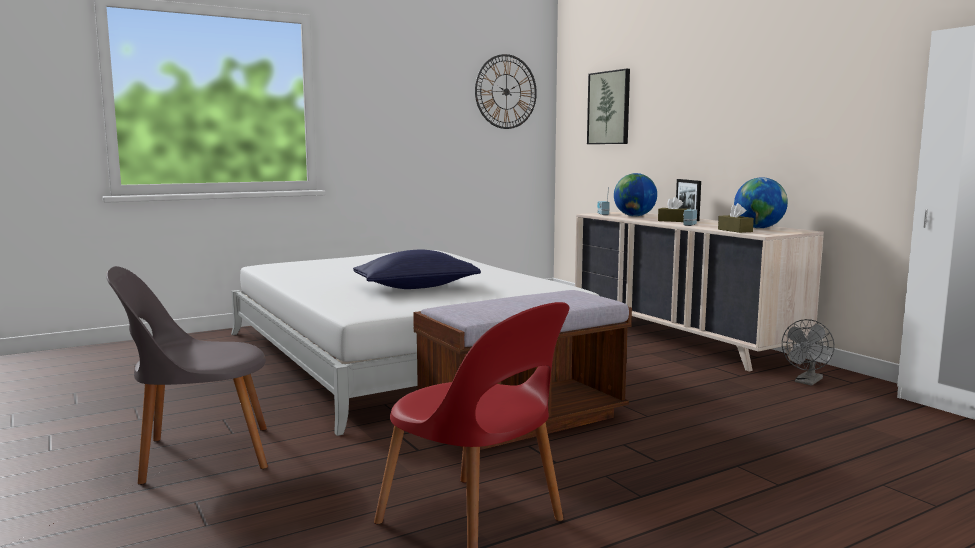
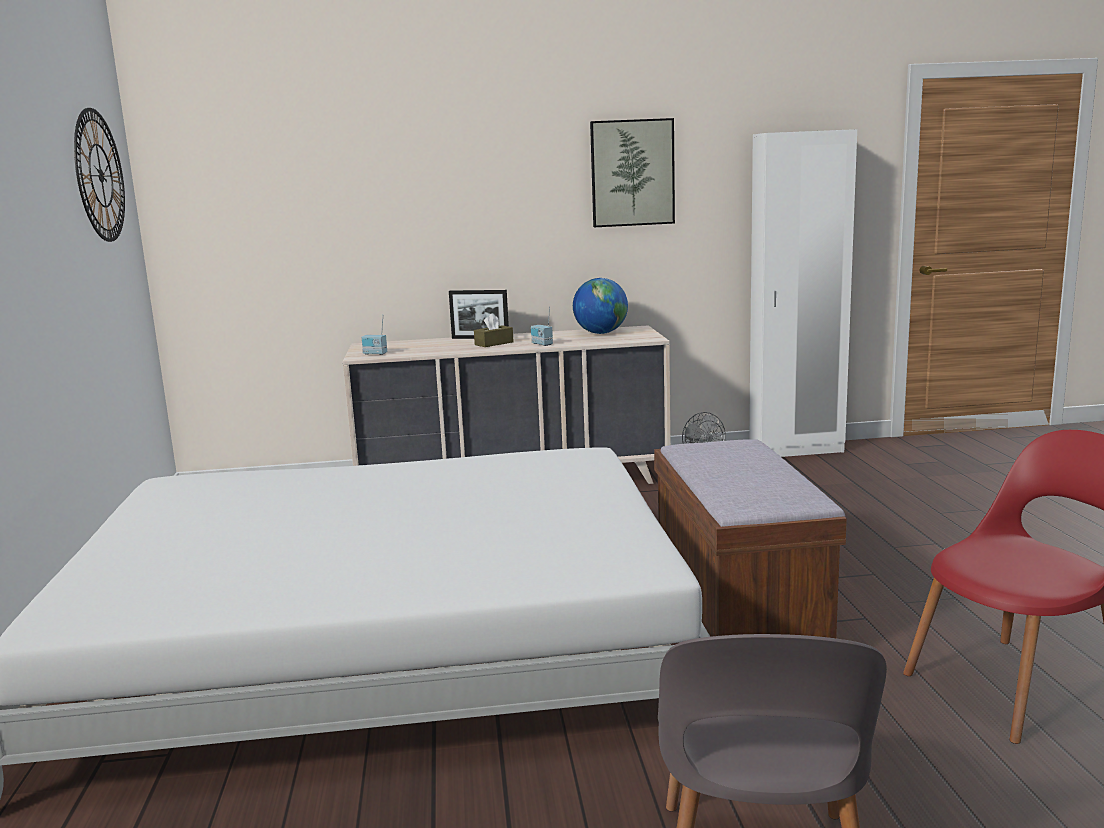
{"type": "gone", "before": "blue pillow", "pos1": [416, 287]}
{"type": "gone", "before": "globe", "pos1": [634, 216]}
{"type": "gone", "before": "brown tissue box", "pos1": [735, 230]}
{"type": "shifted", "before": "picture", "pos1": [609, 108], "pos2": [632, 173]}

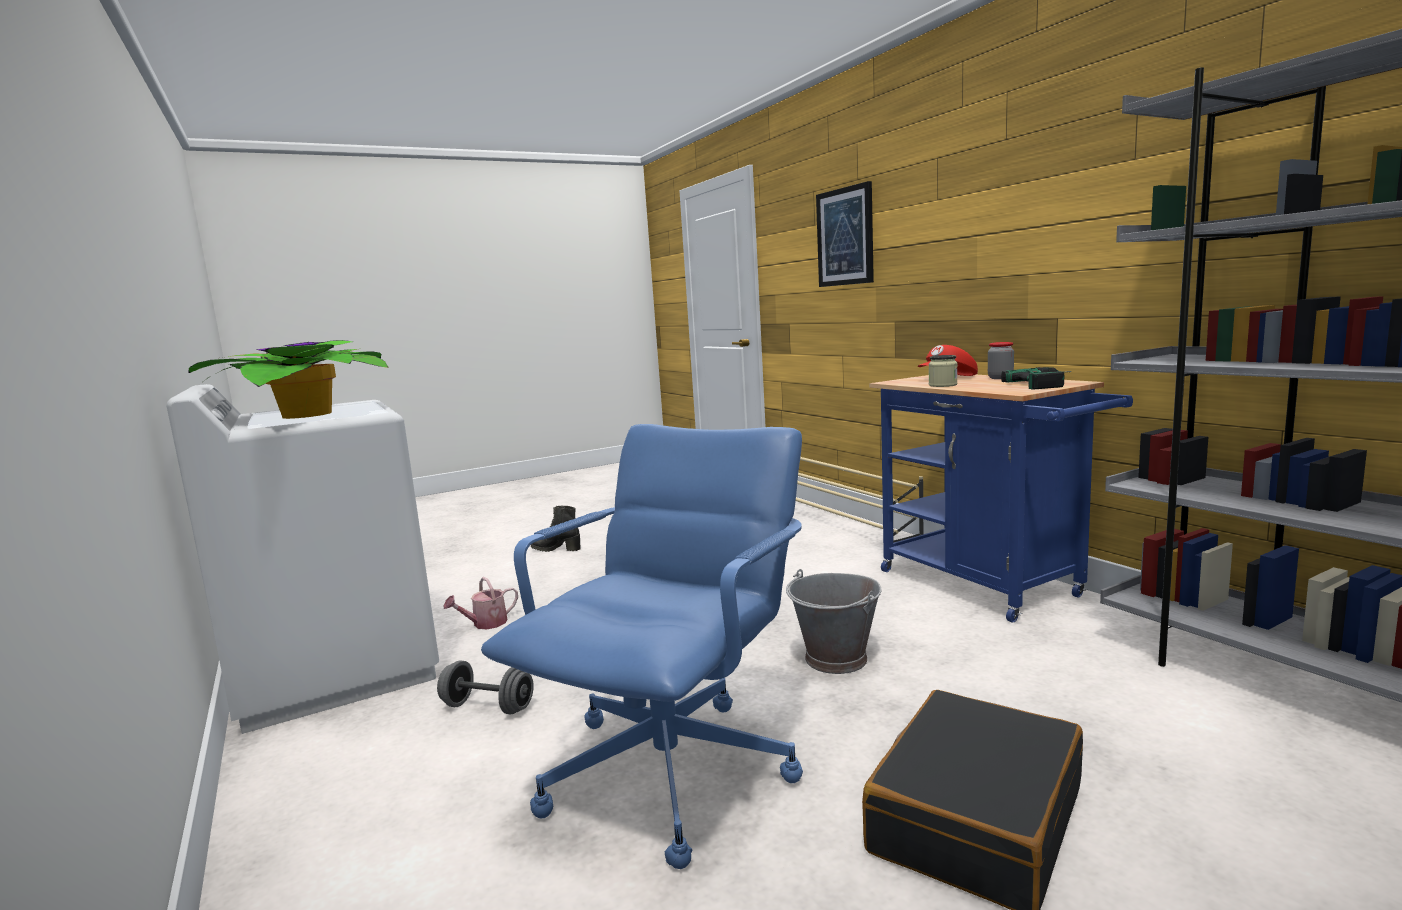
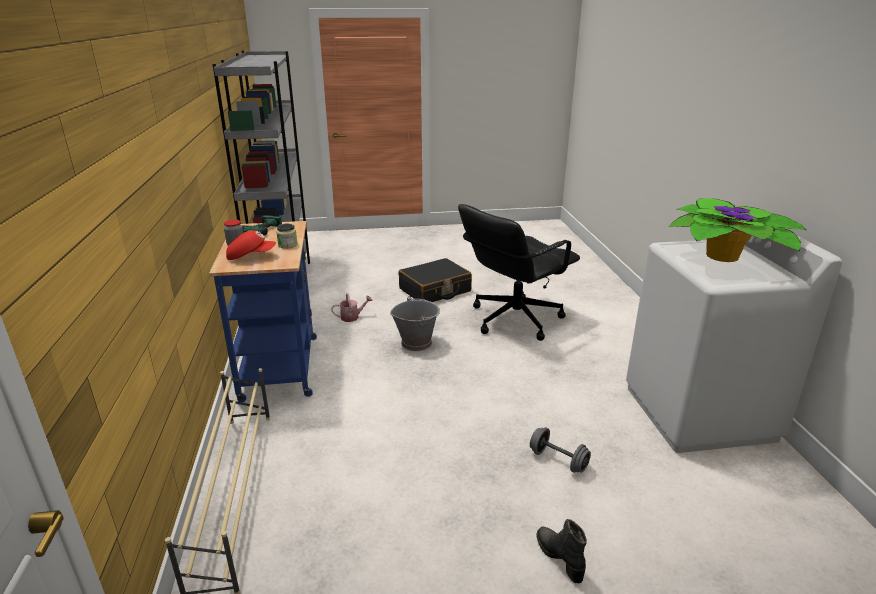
{"type": "gone", "before": "picture", "pos1": [845, 237]}
{"type": "shifted", "before": "grey dumbbell", "pos1": [488, 707], "pos2": [558, 460]}
{"type": "shifted", "before": "watering can", "pos1": [485, 624], "pos2": [352, 317]}
{"type": "repainted", "before": "blue office chair", "after": "black office chair", "pos1": [672, 772], "pos2": [514, 319]}
{"type": "rotated", "before": "black boot", "pos1": [556, 549], "pos2": [560, 558], "turn": -150}

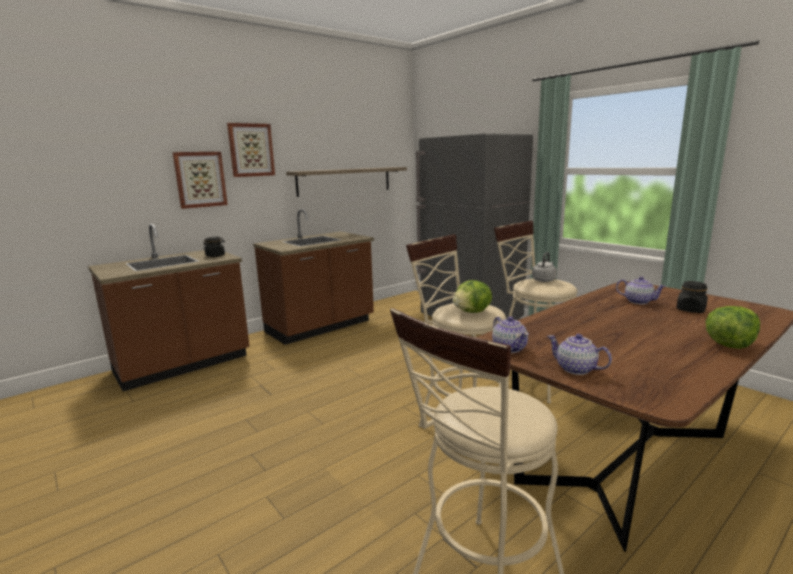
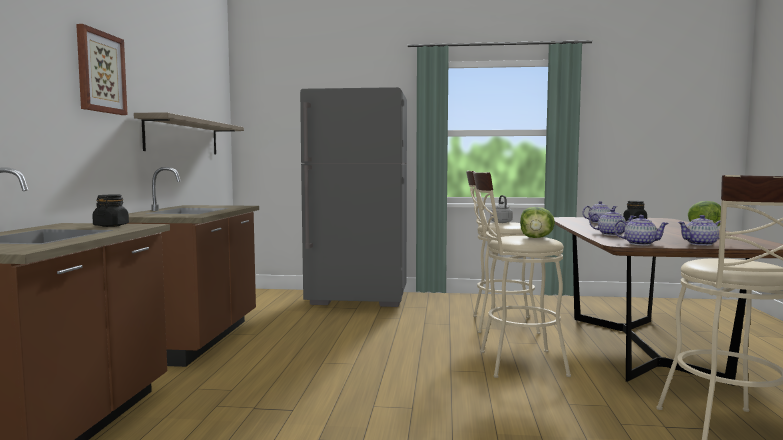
{"type": "gone", "before": "picture", "pos1": [200, 179]}
{"type": "new", "after": "teapot", "pos2": [611, 234]}

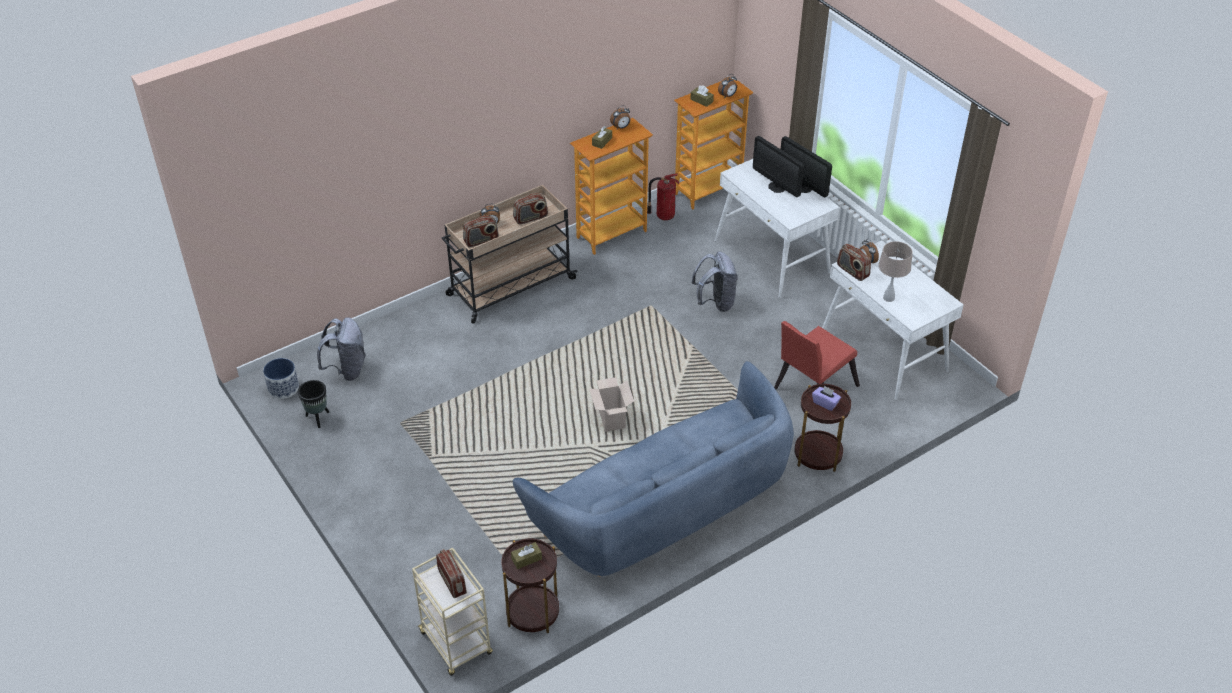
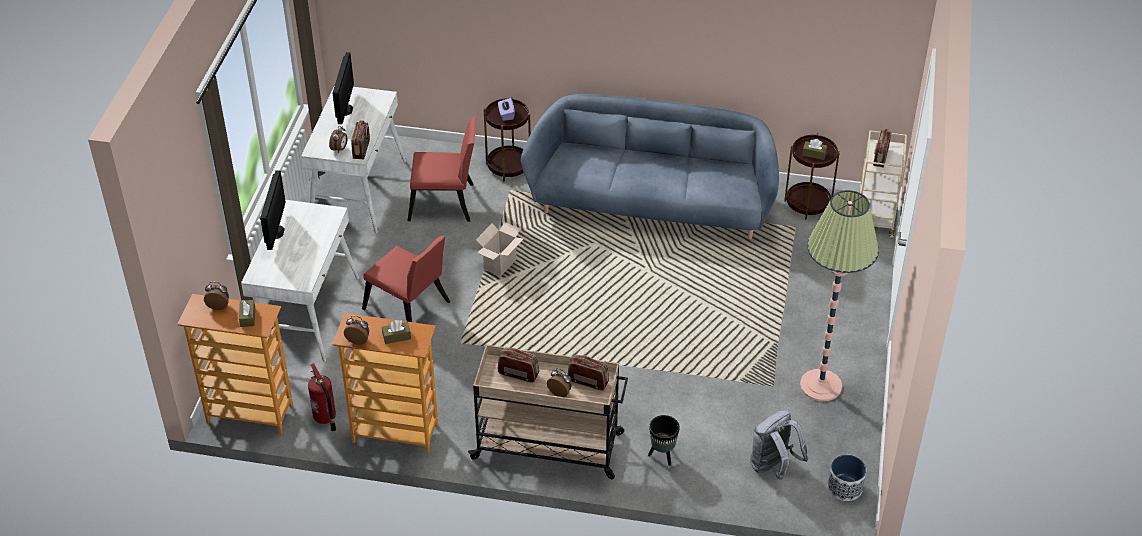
{"type": "gone", "before": "beige table lamp", "pos1": [889, 297]}
{"type": "new", "after": "floor lamp", "pos2": [820, 385]}
{"type": "shifted", "before": "black planter", "pos1": [318, 418], "pos2": [662, 456]}
{"type": "shifted", "before": "cardboard box", "pos1": [611, 419], "pos2": [500, 265]}
{"type": "shifted", "before": "monitor", "pos1": [777, 187], "pos2": [344, 110]}
{"type": "swapped", "before": "grey backpack", "after": "red chair", "pos1": [715, 302], "pos2": [409, 309]}

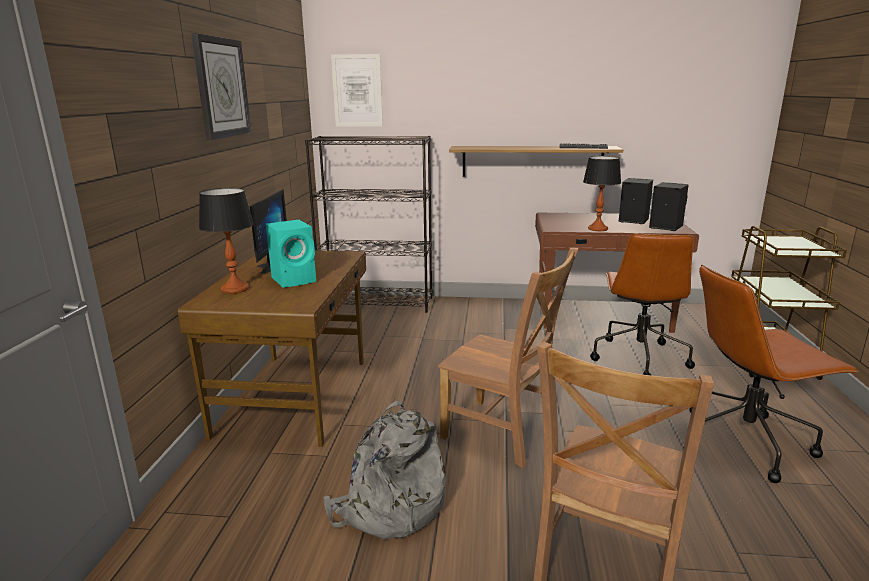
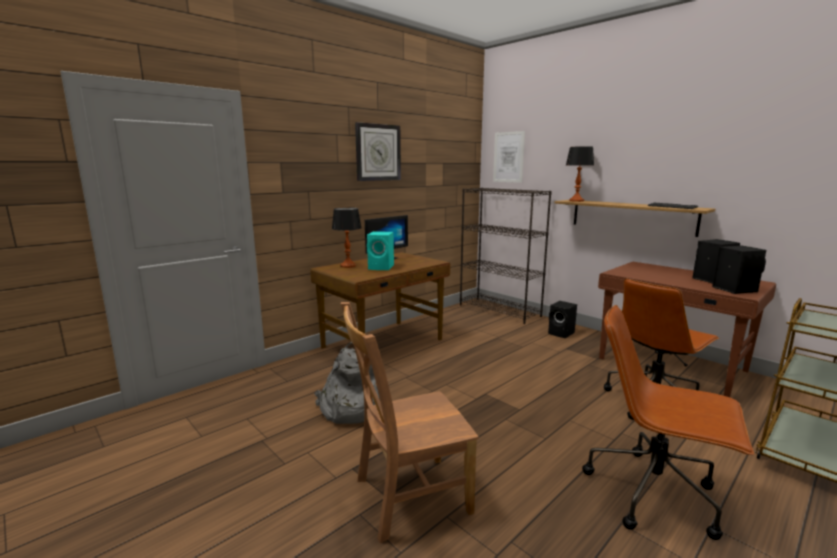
{"type": "gone", "before": "brown chair", "pos1": [503, 433]}
{"type": "new", "after": "black speaker", "pos2": [562, 333]}
{"type": "shifted", "before": "table lamp", "pos1": [598, 229], "pos2": [576, 201]}

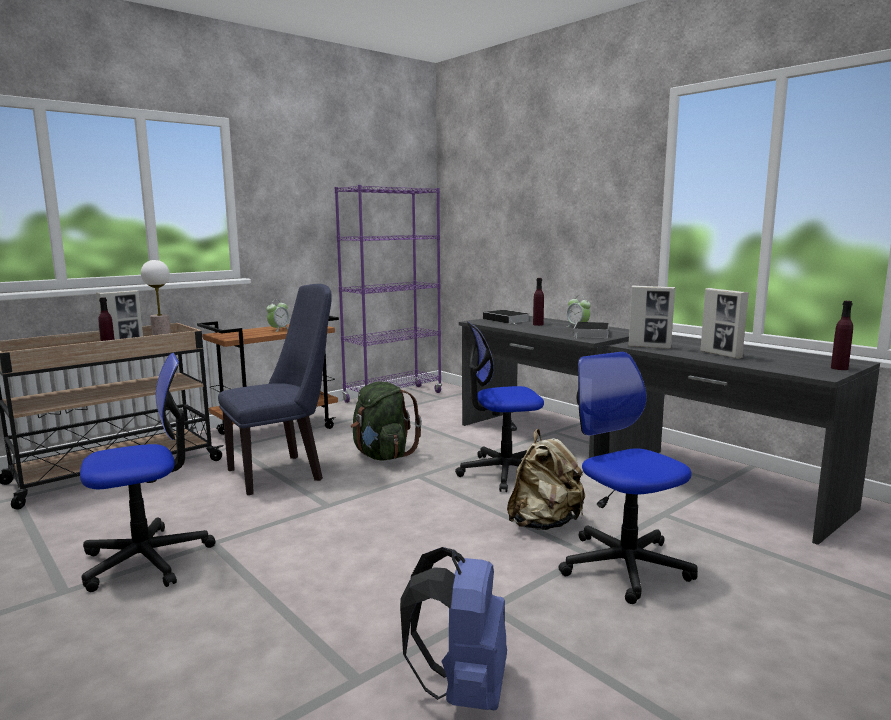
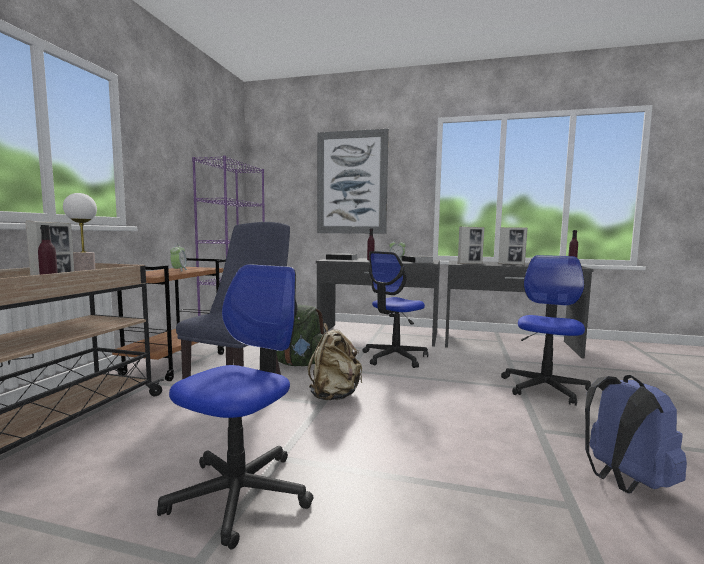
{"type": "new", "after": "picture", "pos2": [351, 183]}
{"type": "shifted", "before": "beige backpack", "pos1": [544, 524], "pos2": [334, 396]}
{"type": "rotated", "before": "office chair", "pos1": [624, 566], "pos2": [545, 388], "turn": 90}

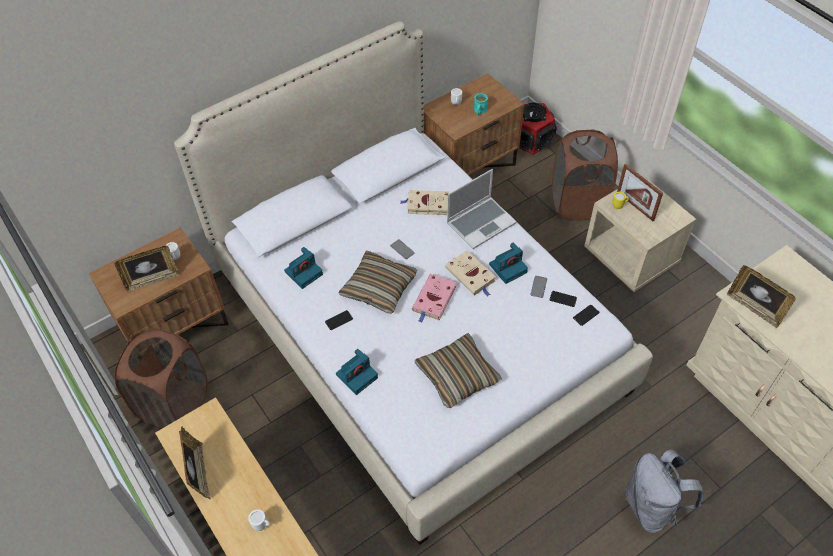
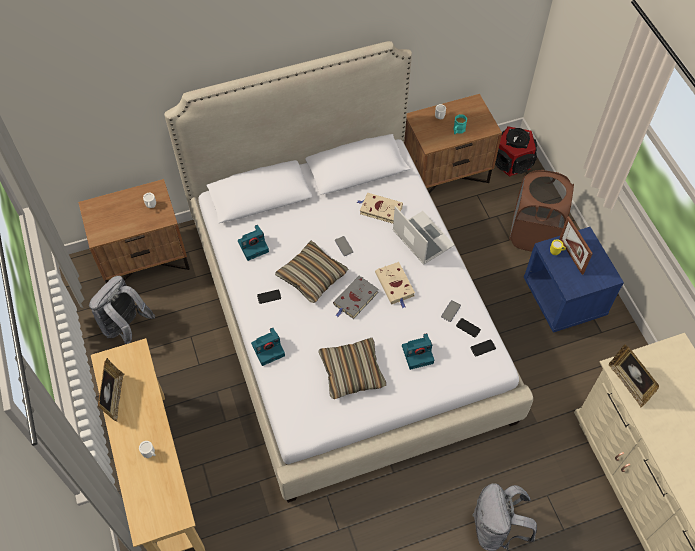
{"type": "gone", "before": "picture frame", "pos1": [152, 279]}
{"type": "shifted", "before": "photo camera", "pos1": [508, 268], "pos2": [418, 354]}
{"type": "swapped", "before": "brown laundry basket", "after": "grey backpack", "pos1": [174, 404], "pos2": [126, 327]}
{"type": "repainted", "before": "pink book", "after": "grey book", "pos1": [434, 300], "pos2": [355, 299]}
{"type": "repainted", "before": "beige nightstand", "after": "blue nightstand", "pos1": [631, 257], "pos2": [564, 298]}
{"type": "rotated", "before": "laptop", "pos1": [481, 223], "pos2": [421, 238], "turn": -105}

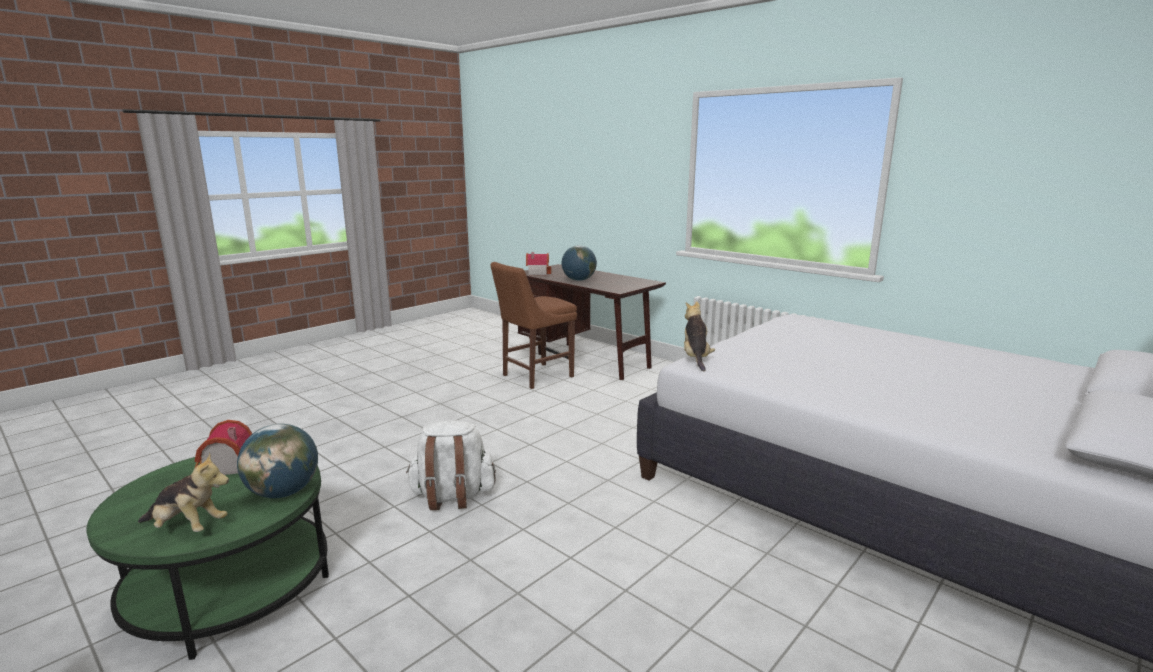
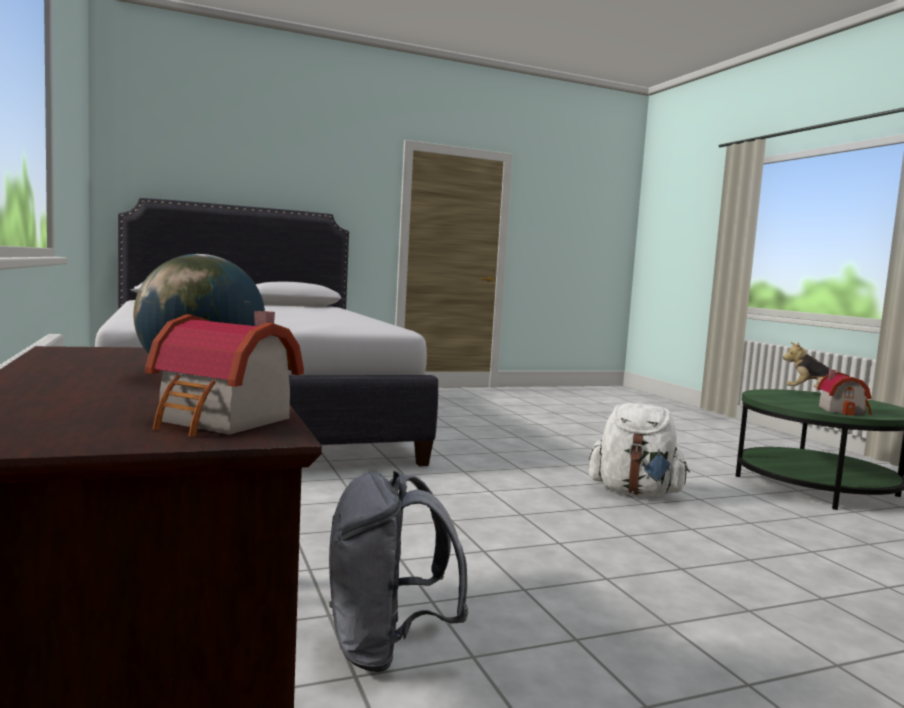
{"type": "gone", "before": "globe", "pos1": [283, 492]}
{"type": "gone", "before": "plush toy", "pos1": [695, 358]}
{"type": "swapped", "before": "brown chair", "after": "grey backpack", "pos1": [534, 376], "pos2": [386, 648]}

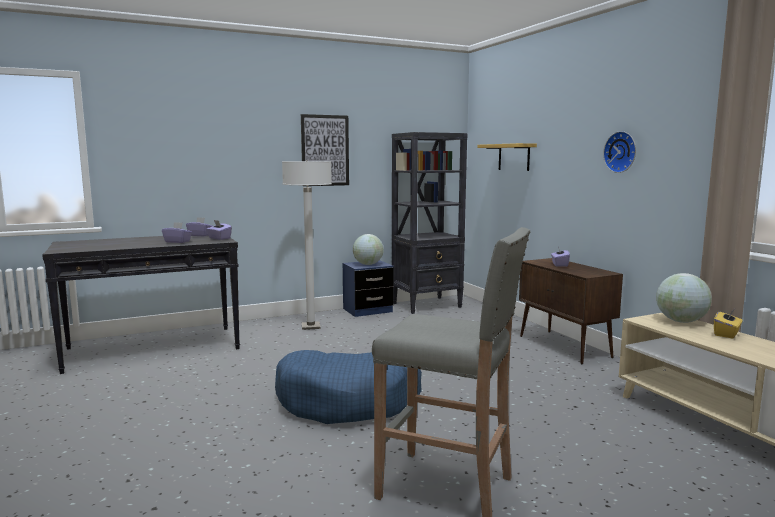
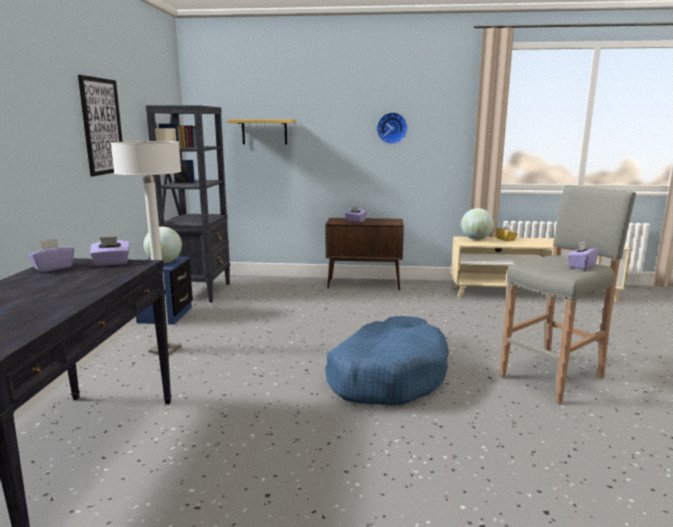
{"type": "shifted", "before": "purple tissue box", "pos1": [177, 242], "pos2": [581, 266]}

